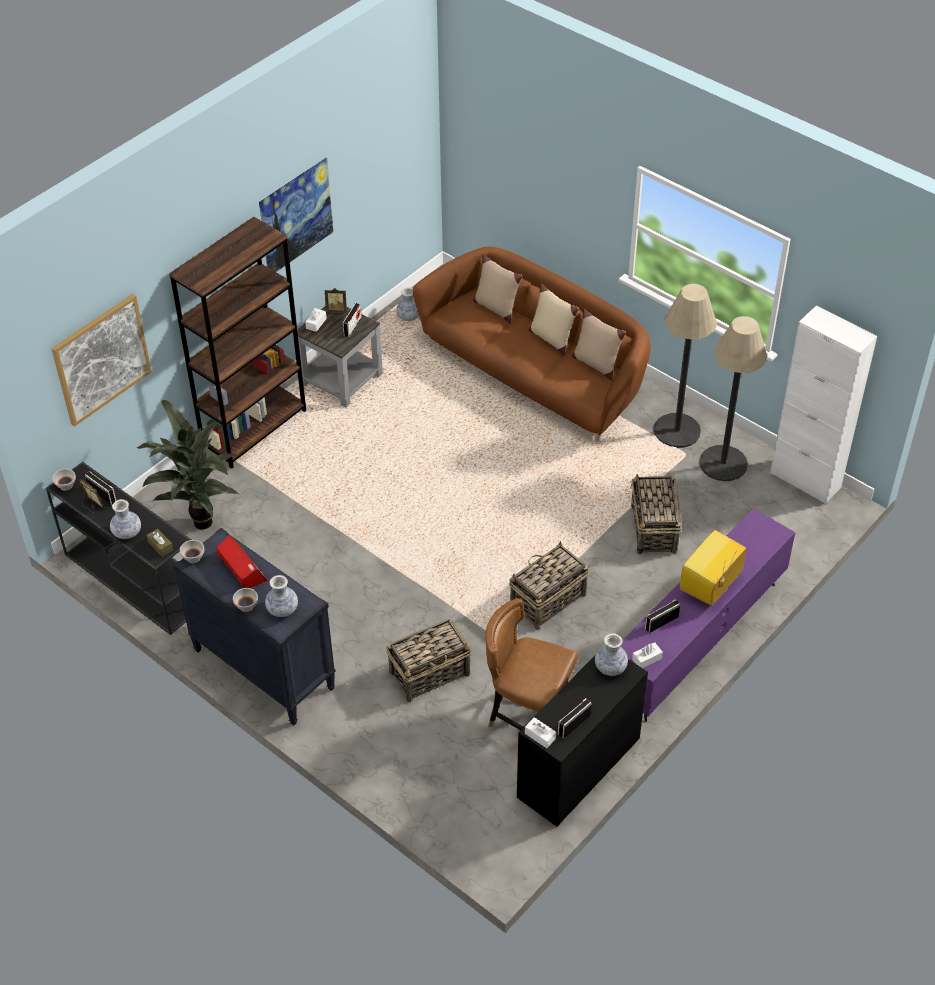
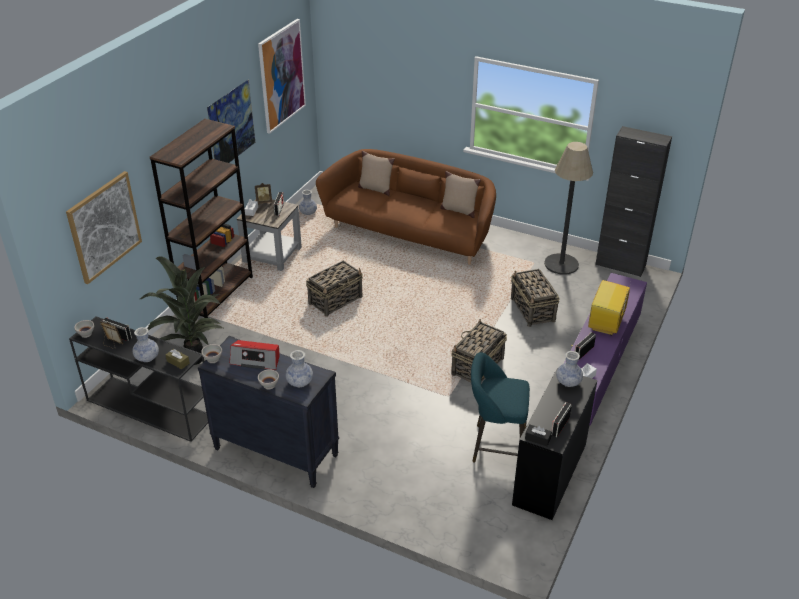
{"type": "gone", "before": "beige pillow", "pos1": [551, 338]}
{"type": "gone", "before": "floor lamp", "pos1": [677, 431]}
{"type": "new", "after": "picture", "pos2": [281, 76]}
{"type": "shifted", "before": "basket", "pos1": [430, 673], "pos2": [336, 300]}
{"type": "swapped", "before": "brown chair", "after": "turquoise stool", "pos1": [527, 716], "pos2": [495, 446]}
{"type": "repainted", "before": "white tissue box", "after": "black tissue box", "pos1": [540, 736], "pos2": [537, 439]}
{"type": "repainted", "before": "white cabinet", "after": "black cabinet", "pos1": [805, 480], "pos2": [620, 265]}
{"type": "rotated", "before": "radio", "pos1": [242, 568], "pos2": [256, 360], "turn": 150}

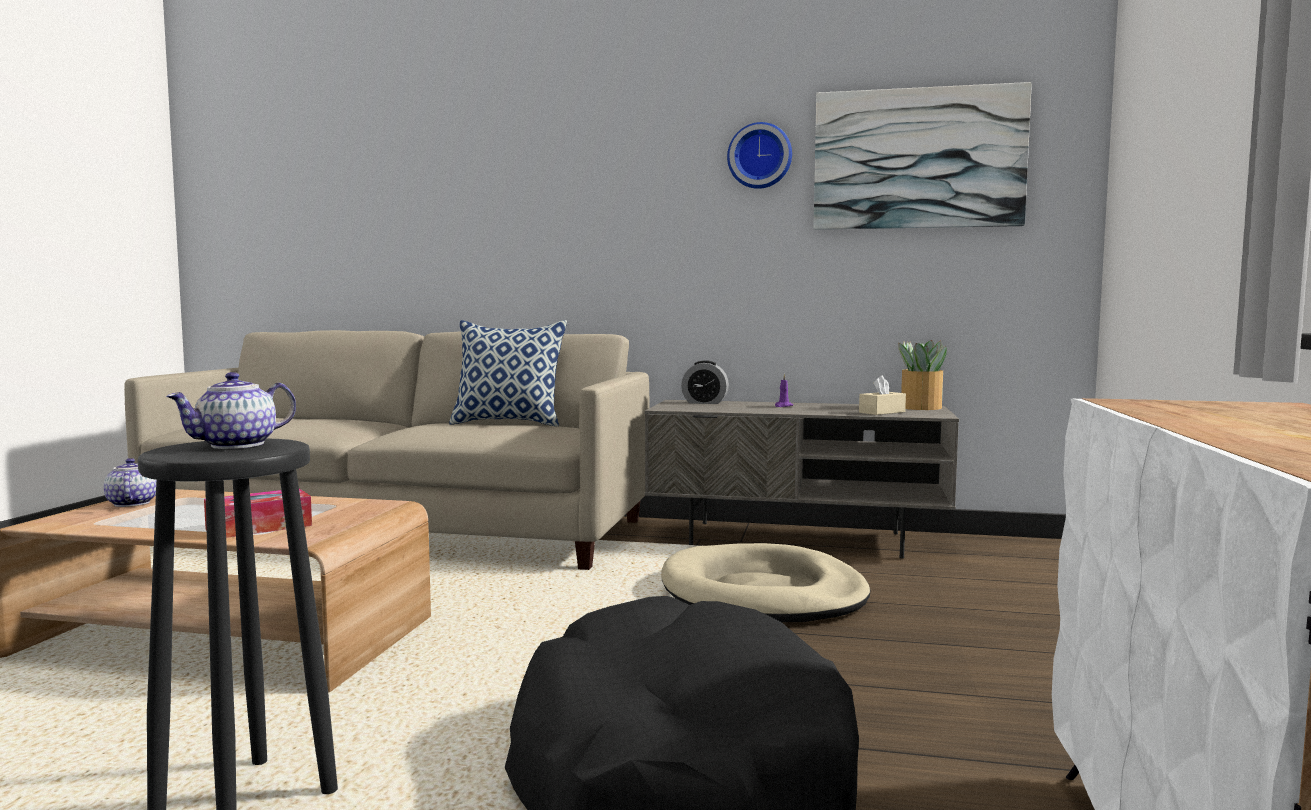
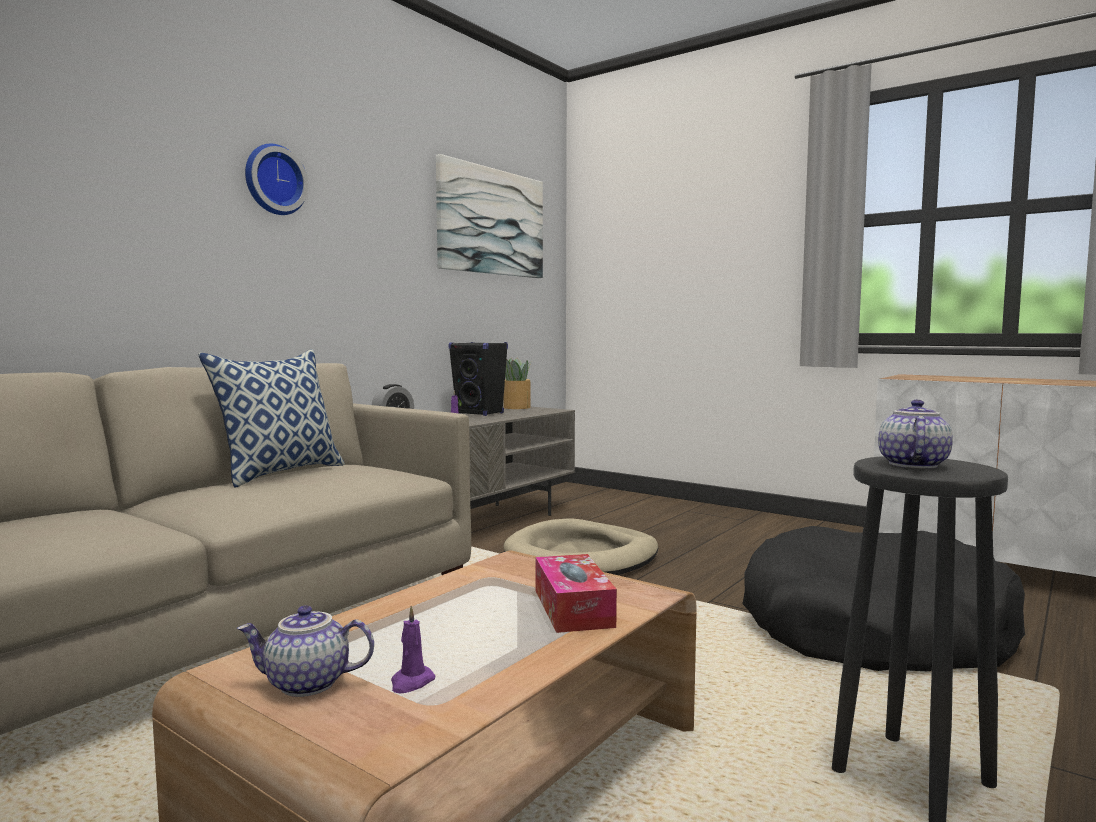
{"type": "gone", "before": "beige tissue box", "pos1": [882, 412]}
{"type": "new", "after": "purple candle", "pos2": [411, 682]}
{"type": "new", "after": "black speaker", "pos2": [480, 413]}
{"type": "shifted", "before": "wall clock", "pos1": [760, 156], "pos2": [273, 180]}
{"type": "rotated", "before": "teapot", "pos1": [236, 445], "pos2": [911, 464], "turn": -135}

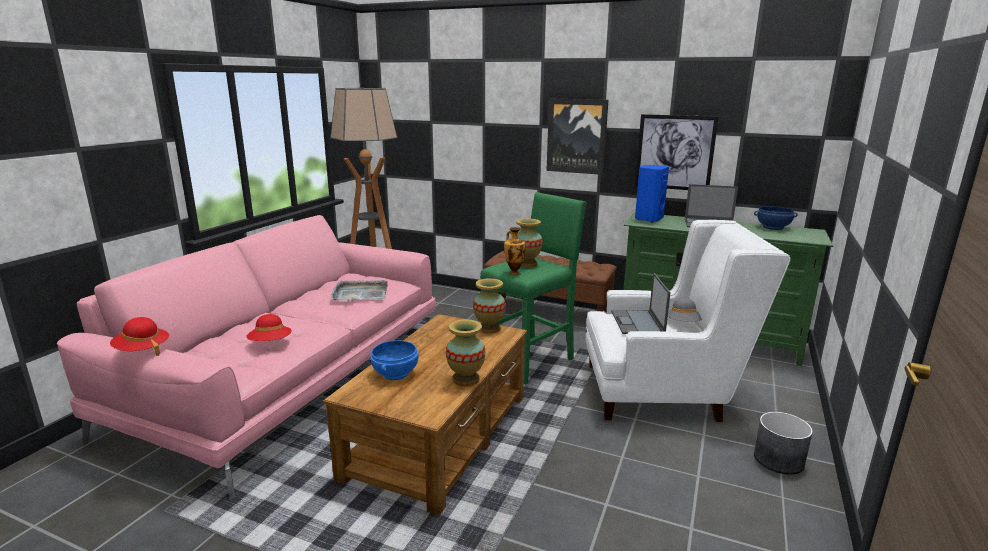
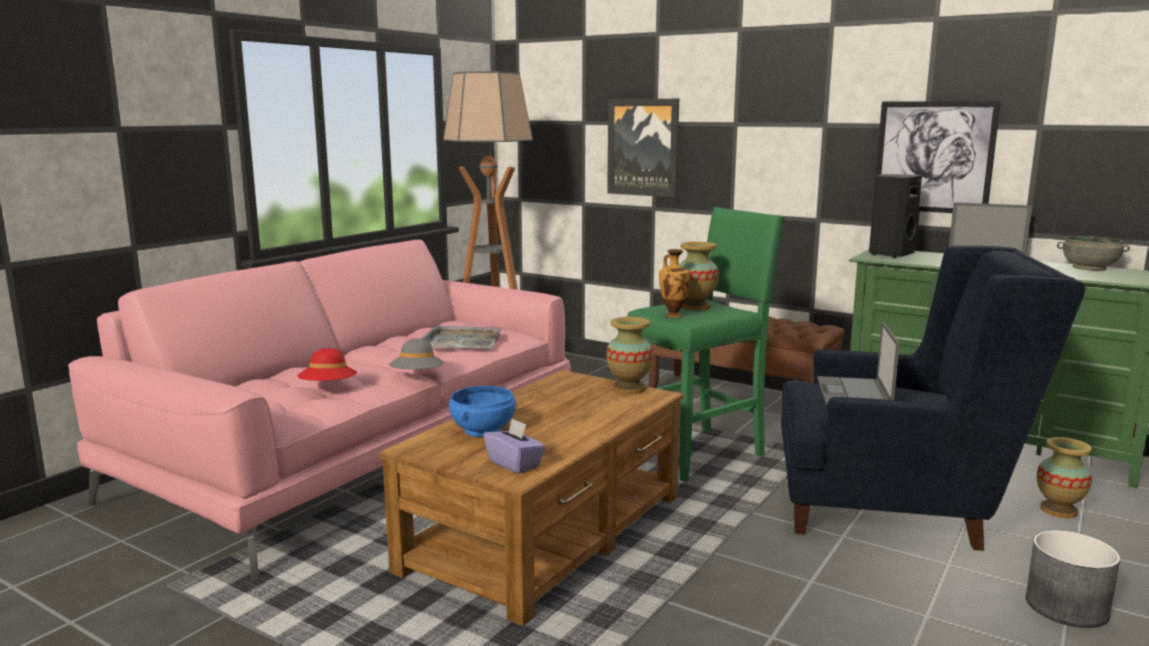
{"type": "gone", "before": "red hat", "pos1": [142, 350]}
{"type": "new", "after": "purple tissue box", "pos2": [515, 464]}
{"type": "shifted", "before": "vase", "pos1": [465, 379], "pos2": [1058, 510]}
{"type": "shifted", "before": "picture", "pos1": [576, 136], "pos2": [643, 147]}
{"type": "shifted", "before": "grey hat", "pos1": [683, 324], "pos2": [417, 376]}
{"type": "repainted", "before": "white armchair", "after": "blue armchair", "pos1": [663, 392], "pos2": [896, 505]}
{"type": "repainted", "before": "blue speaker", "after": "black speaker", "pos1": [648, 219], "pos2": [890, 254]}
{"type": "repainted", "before": "blue bowl", "after": "grey bowl", "pos1": [773, 227], "pos2": [1089, 268]}

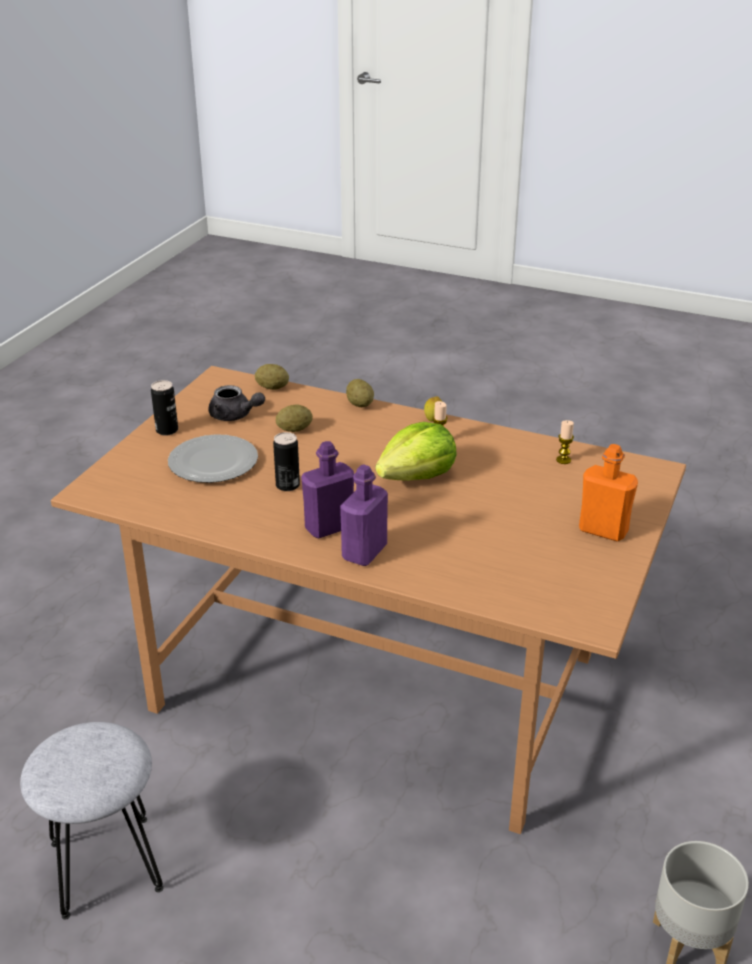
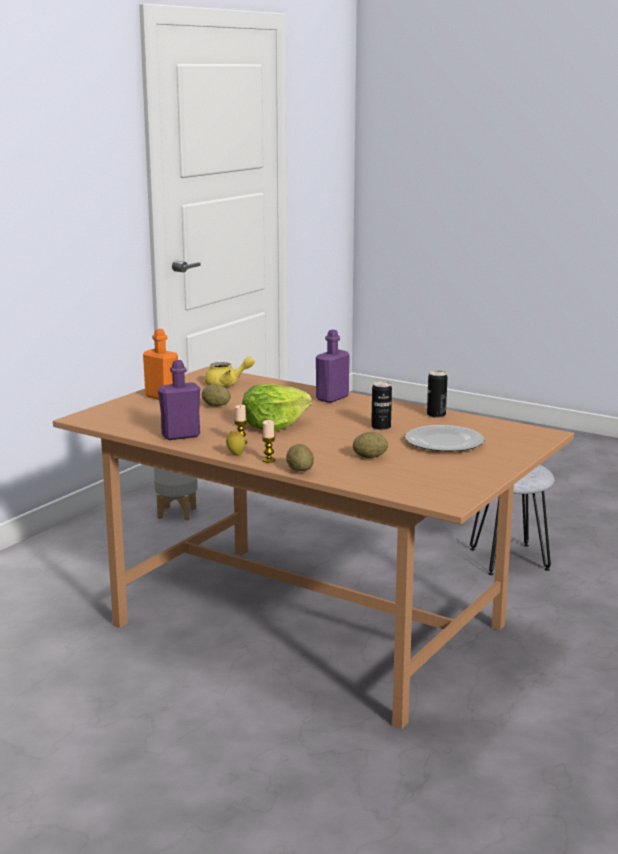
{"type": "gone", "before": "grey teapot", "pos1": [235, 416]}
{"type": "new", "after": "yellow teapot", "pos2": [227, 384]}
{"type": "shifted", "before": "can", "pos1": [167, 430], "pos2": [436, 415]}
{"type": "shifted", "before": "potato", "pos1": [272, 388], "pos2": [216, 406]}
{"type": "shifted", "before": "purple bottle", "pos1": [329, 527], "pos2": [180, 436]}
{"type": "shifted", "before": "candle", "pos1": [563, 460], "pos2": [268, 460]}

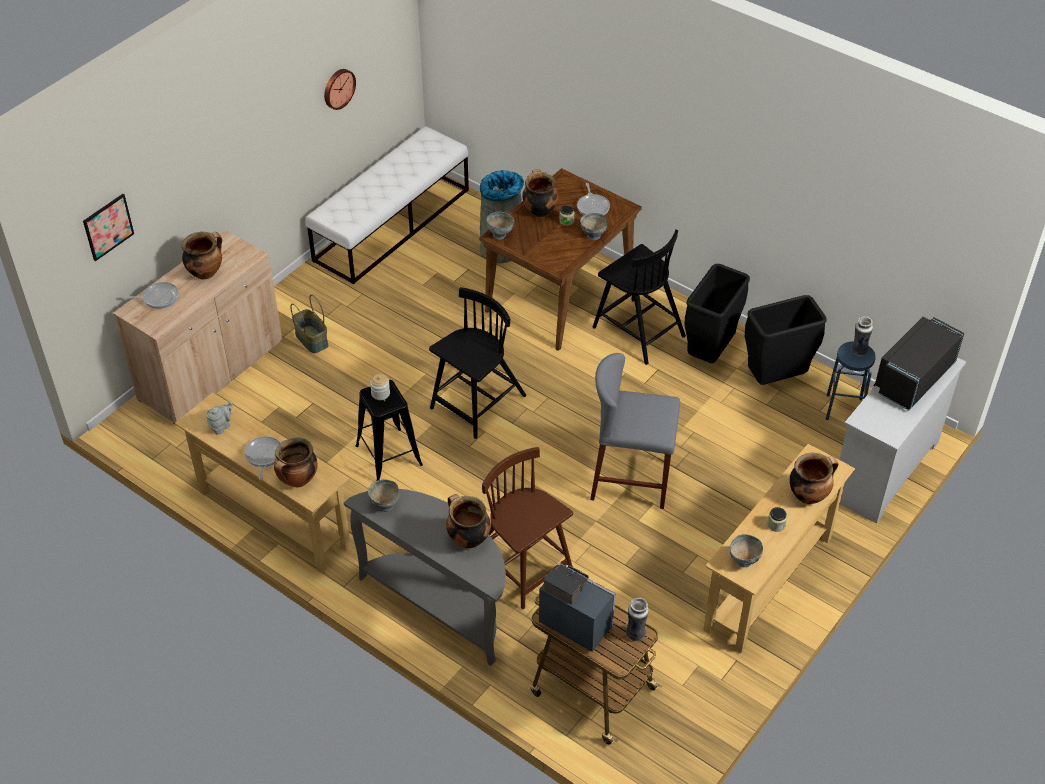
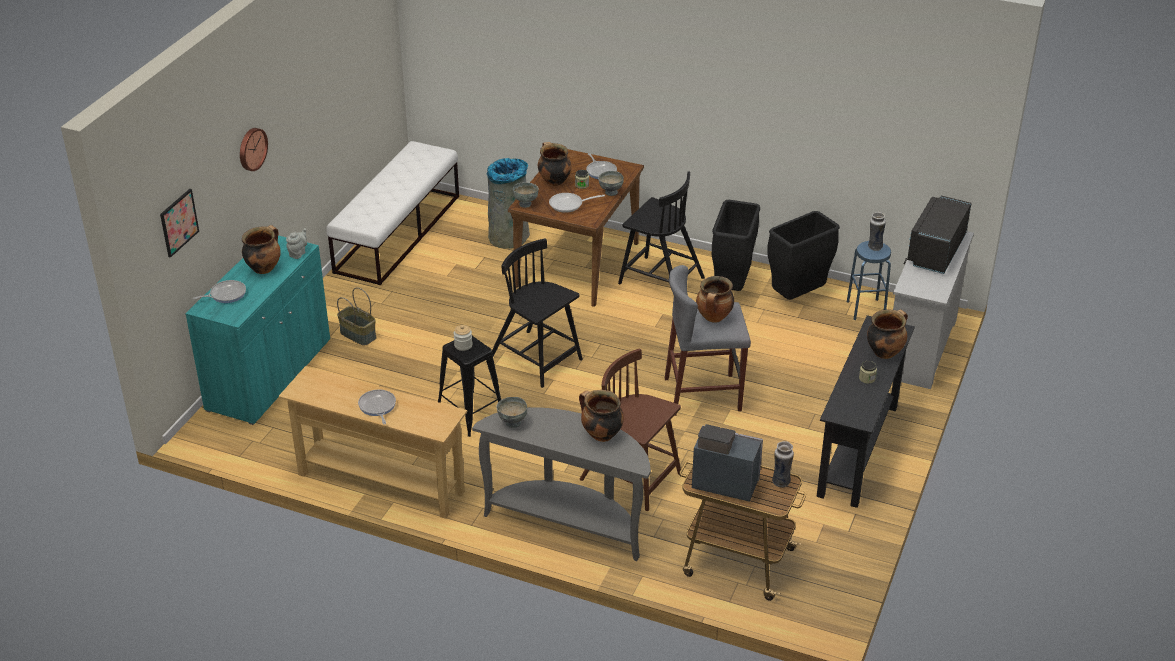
{"type": "gone", "before": "grey bowl", "pos1": [744, 561]}
{"type": "new", "after": "frying pan", "pos2": [569, 205]}
{"type": "shifted", "before": "grey teapot", "pos1": [221, 426], "pos2": [298, 253]}
{"type": "shifted", "before": "cooking pot", "pos1": [298, 480], "pos2": [714, 318]}
{"type": "shifted", "before": "wall clock", "pos1": [338, 88], "pos2": [251, 149]}
{"type": "repainted", "before": "beige cabinet", "after": "turquoise cabinet", "pos1": [211, 370], "pos2": [269, 375]}
{"type": "repainted", "before": "beige console table", "after": "black console table", "pos1": [769, 583], "pos2": [858, 450]}
{"type": "rotated", "before": "black chair", "pos1": [477, 403], "pos2": [537, 359], "turn": -75}

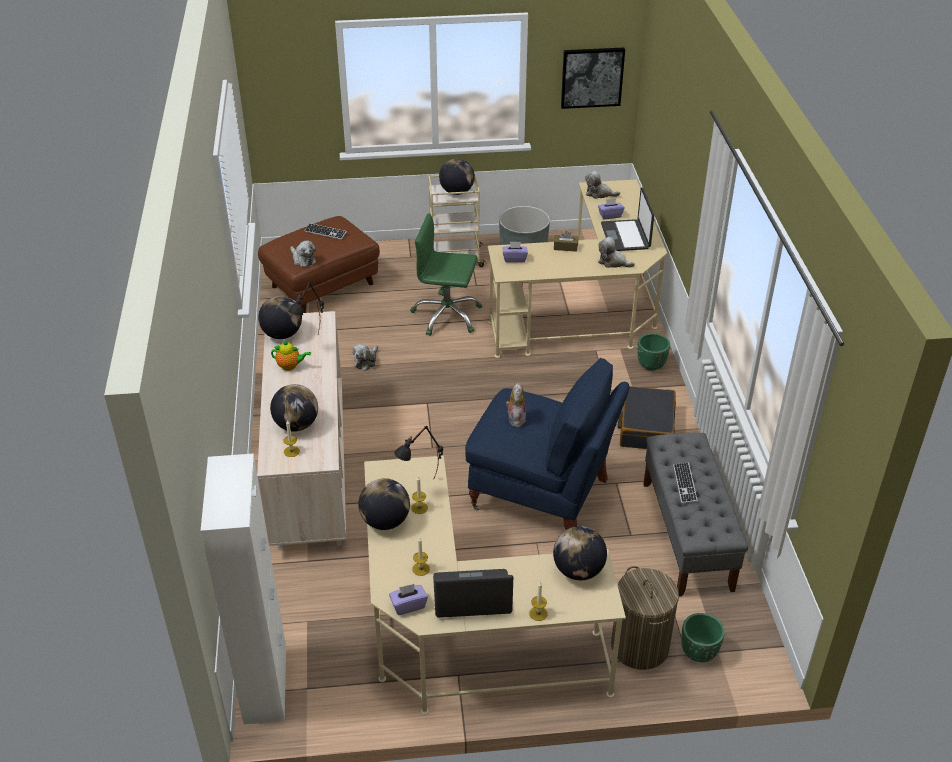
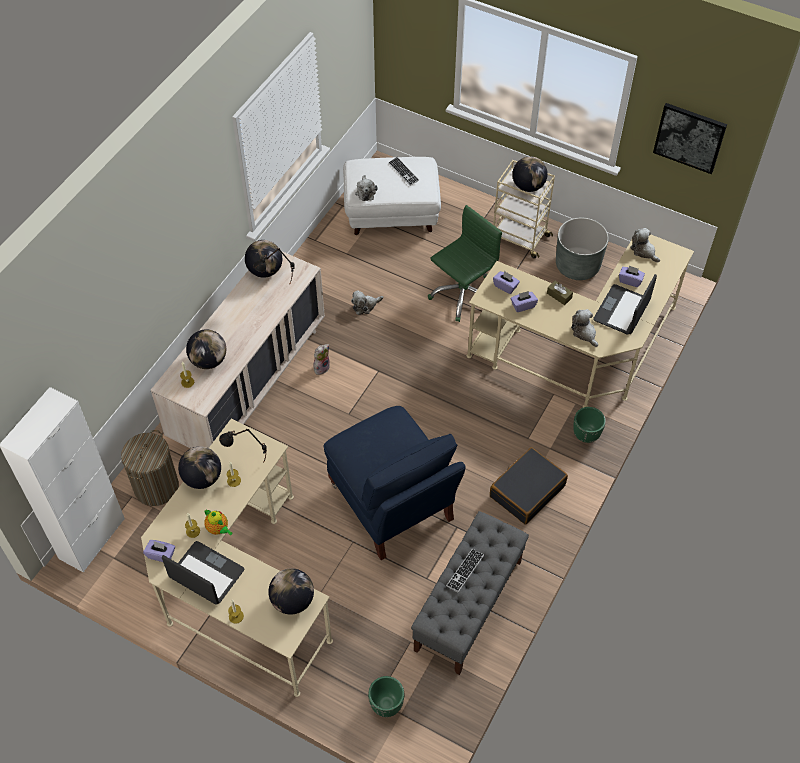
{"type": "new", "after": "purple tissue box", "pos2": [523, 305]}
{"type": "shifted", "before": "teapot", "pos1": [290, 366], "pos2": [218, 529]}
{"type": "shifted", "before": "plush toy", "pos1": [515, 419], "pos2": [321, 367]}
{"type": "shifted", "before": "laundry basket", "pos1": [639, 646], "pos2": [156, 486]}
{"type": "repainted", "before": "brown ottoman", "after": "white ottoman", "pos1": [322, 285], "pos2": [392, 212]}
{"type": "rotated", "before": "green office chair", "pos1": [446, 316], "pos2": [462, 294], "turn": 90}

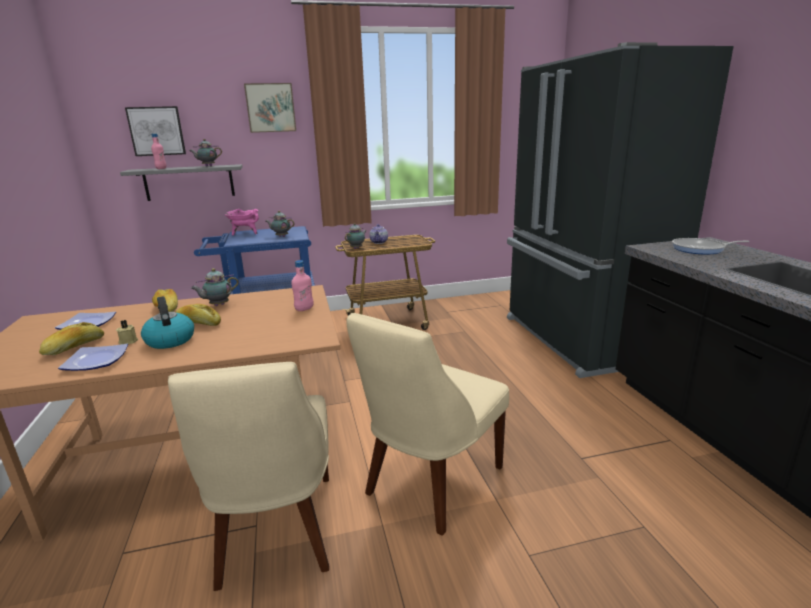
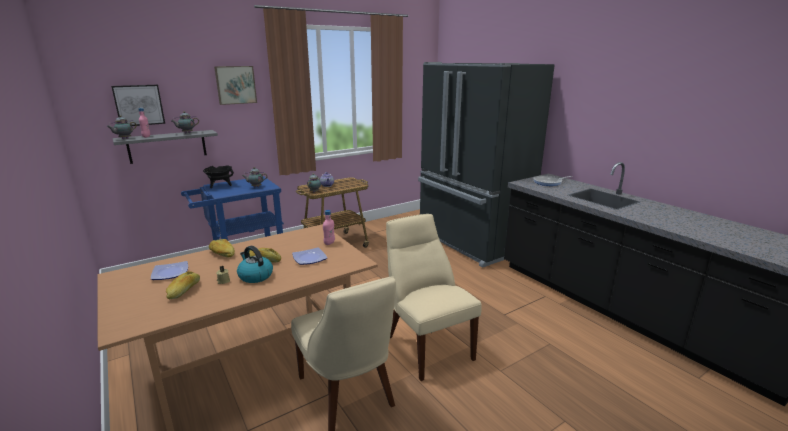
{"type": "shifted", "before": "plate", "pos1": [96, 361], "pos2": [310, 258]}
{"type": "shifted", "before": "teapot", "pos1": [218, 305], "pos2": [124, 139]}
{"type": "repainted", "before": "pink cooking pot", "after": "black cooking pot", "pos1": [245, 233], "pos2": [220, 186]}
{"type": "rotated", "before": "beige chair", "pos1": [430, 483], "pos2": [426, 345], "turn": 135}

